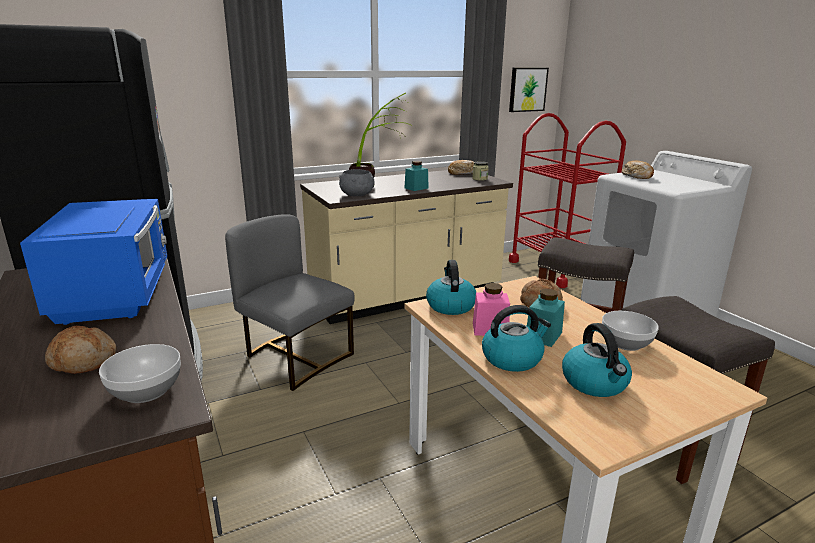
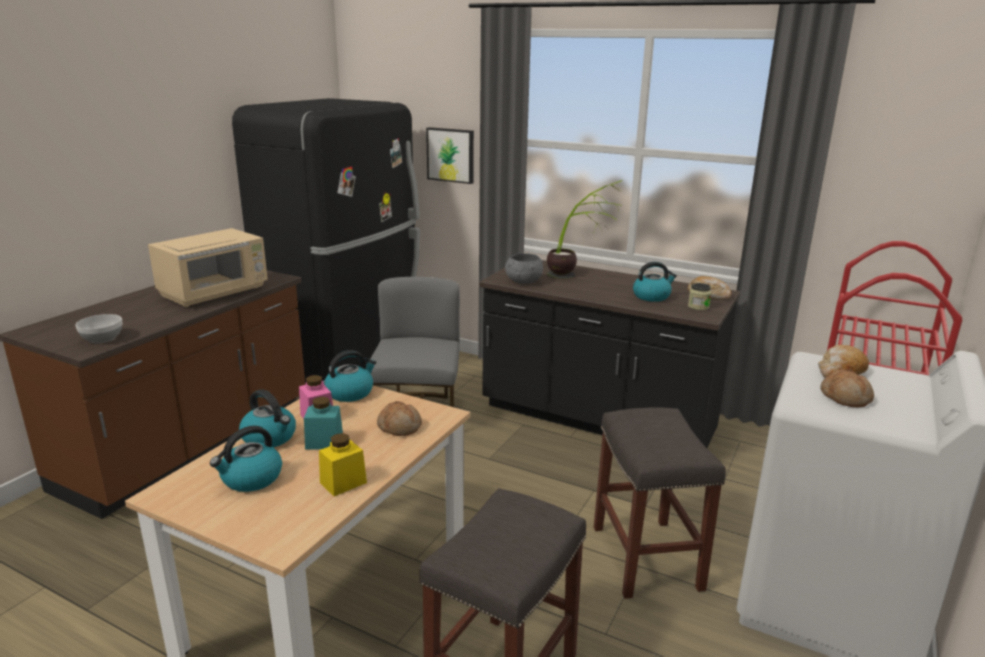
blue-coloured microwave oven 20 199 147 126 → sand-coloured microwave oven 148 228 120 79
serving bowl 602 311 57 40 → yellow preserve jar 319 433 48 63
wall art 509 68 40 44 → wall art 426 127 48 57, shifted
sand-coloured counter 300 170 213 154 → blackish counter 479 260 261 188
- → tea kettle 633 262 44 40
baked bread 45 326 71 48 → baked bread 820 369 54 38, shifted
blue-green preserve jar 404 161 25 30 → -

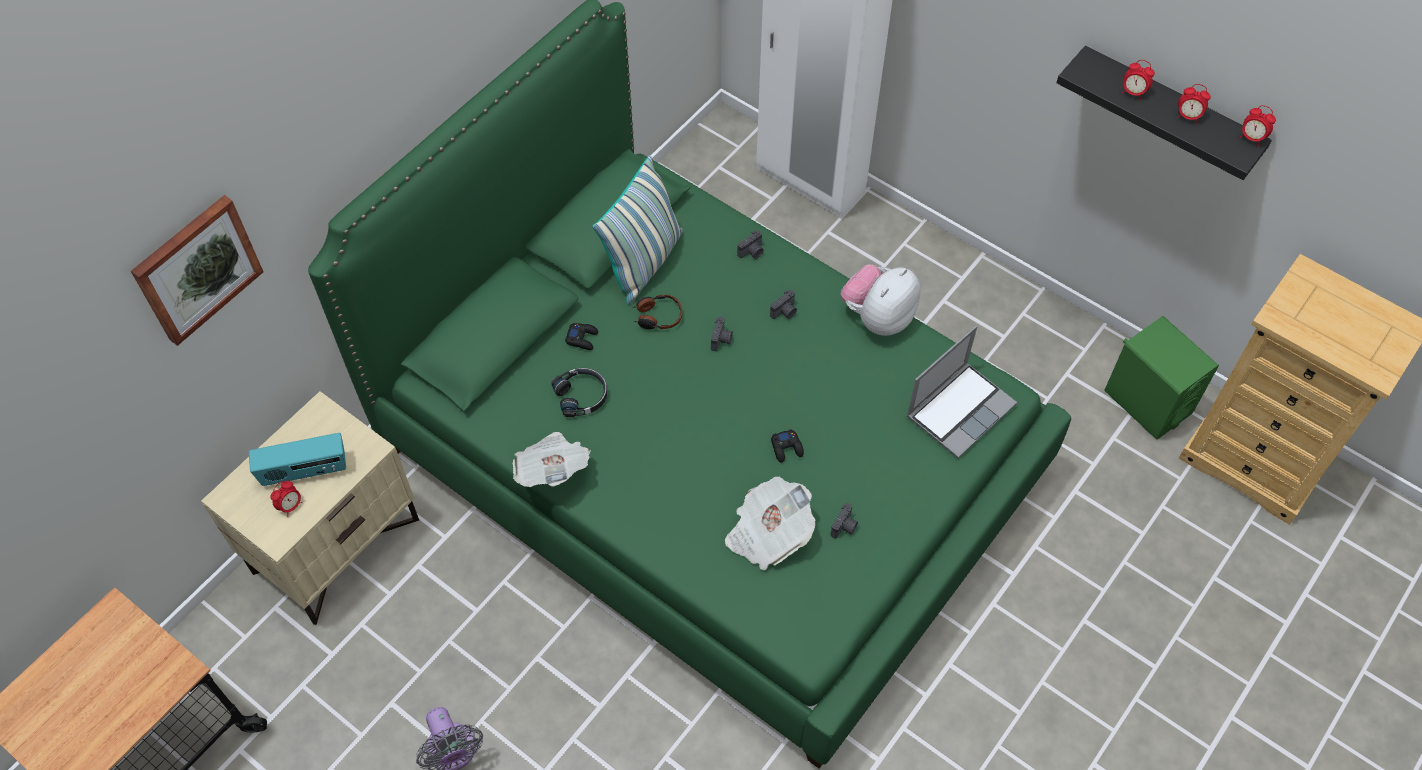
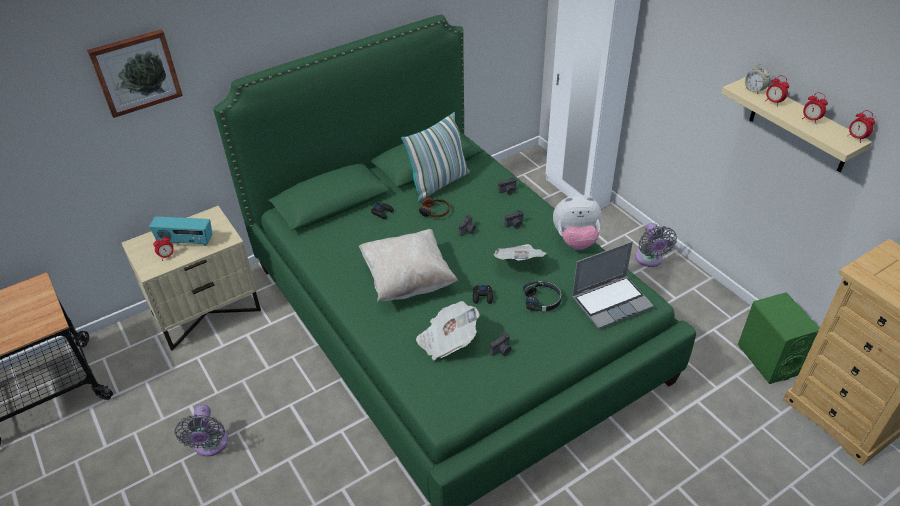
- → sand-coloured throw pillow 359 229 99 73
printed paper 513 432 77 55 → printed paper 494 244 53 17, shifted
blackish headset 551 368 56 49 → blackish headset 523 281 39 30, shifted
soft toy 841 264 79 72 → soft toy 553 195 49 55, 150 degrees counterclockwise
- → grey fan 635 223 42 44
blackish shelf 1057 45 215 135 → sand-coloured shelf 721 77 151 95
- → bedside clock 745 64 25 30

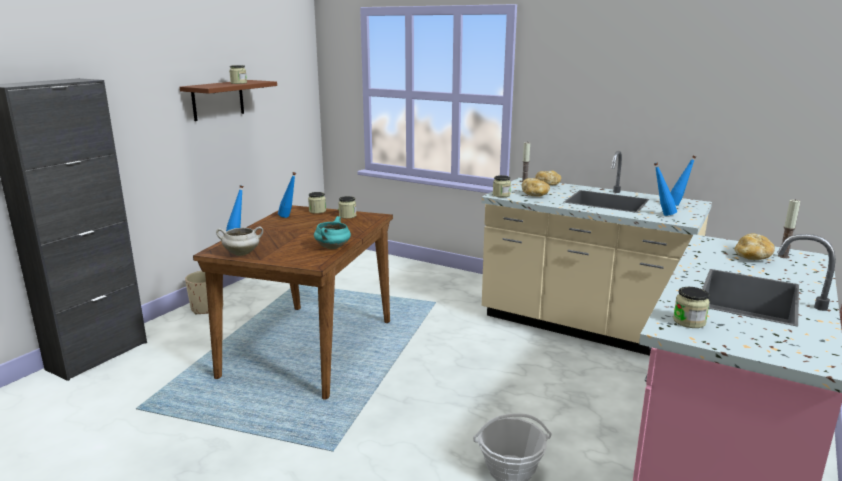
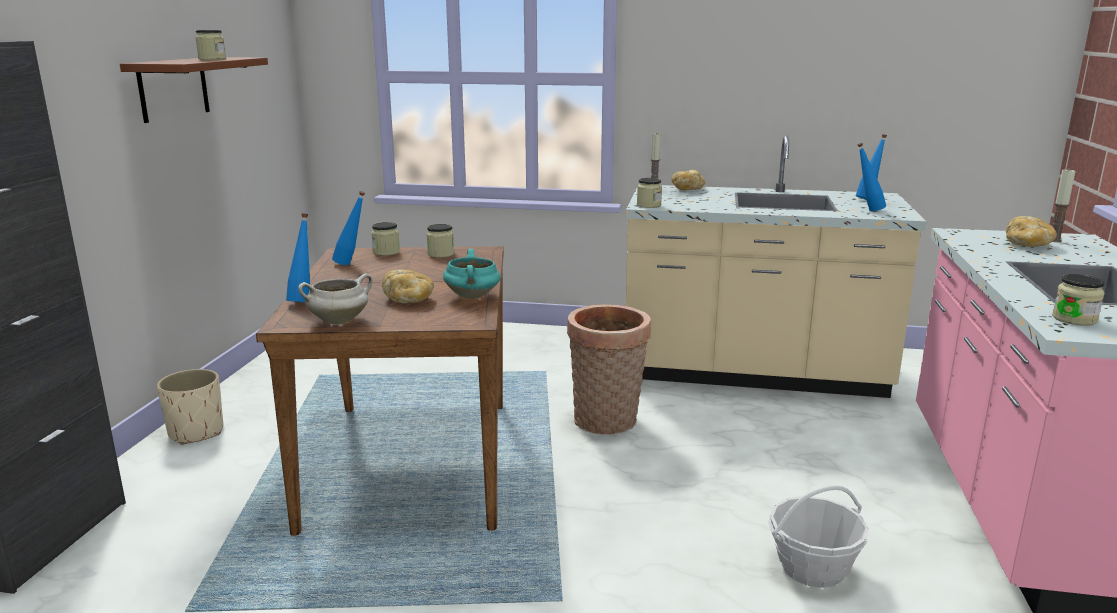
baked bread 522 178 28 18 → baked bread 382 269 52 35, shifted
- → household basket 567 304 84 130

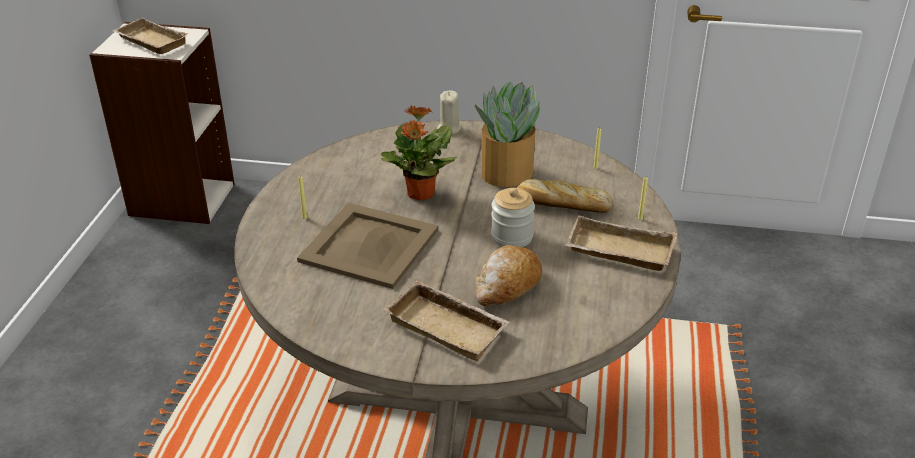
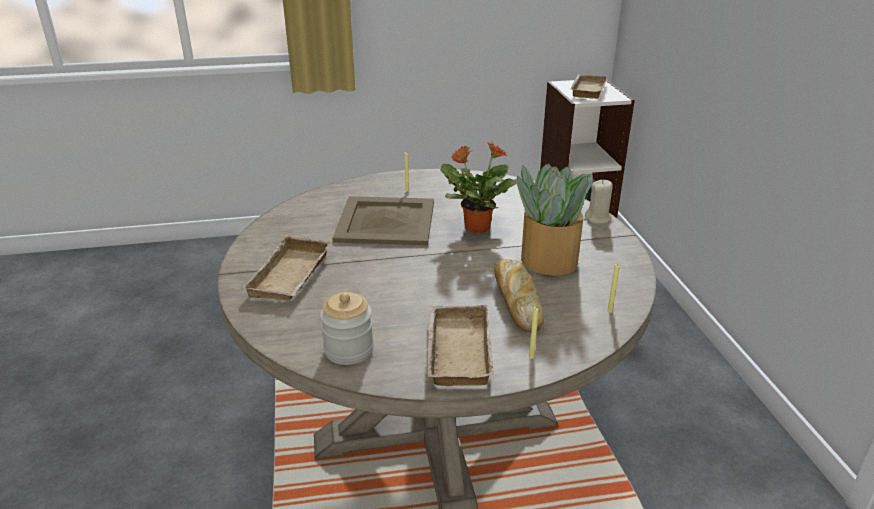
preserve jar 491 188 44 59 → preserve jar 320 292 54 73, shifted
baked bread 476 245 66 61 → -

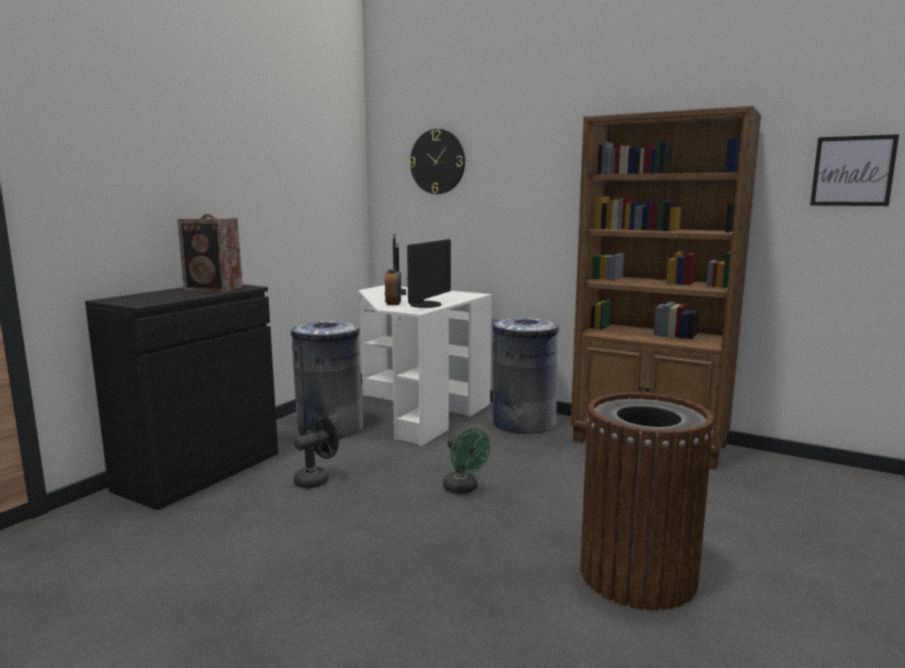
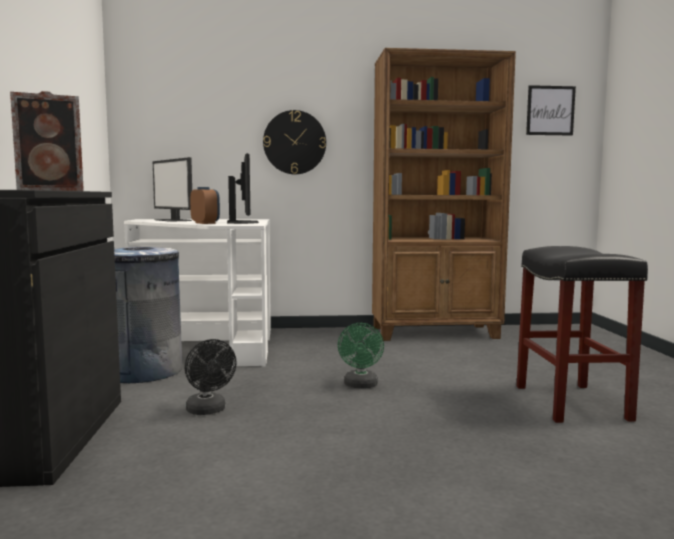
blackish fan 294 415 45 73 → blackish fan 185 339 52 76, 135 degrees clockwise
clock on the wall 409 129 56 65 → clock on the wall 263 110 63 64, shifted
green fan 443 428 47 66 → green fan 338 323 46 65, 75 degrees clockwise
brown waste bin 580 392 134 218 → blackish stool 516 246 132 177
grey waste bin 492 318 67 116 → -

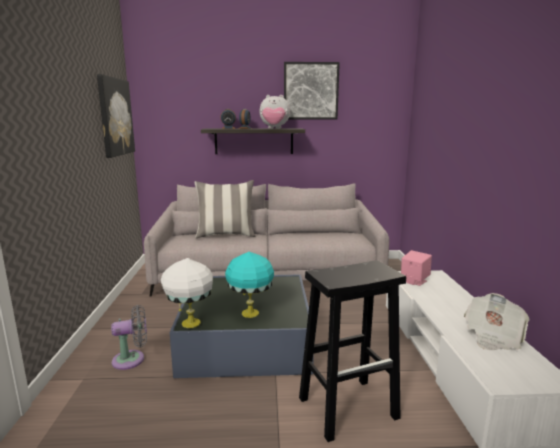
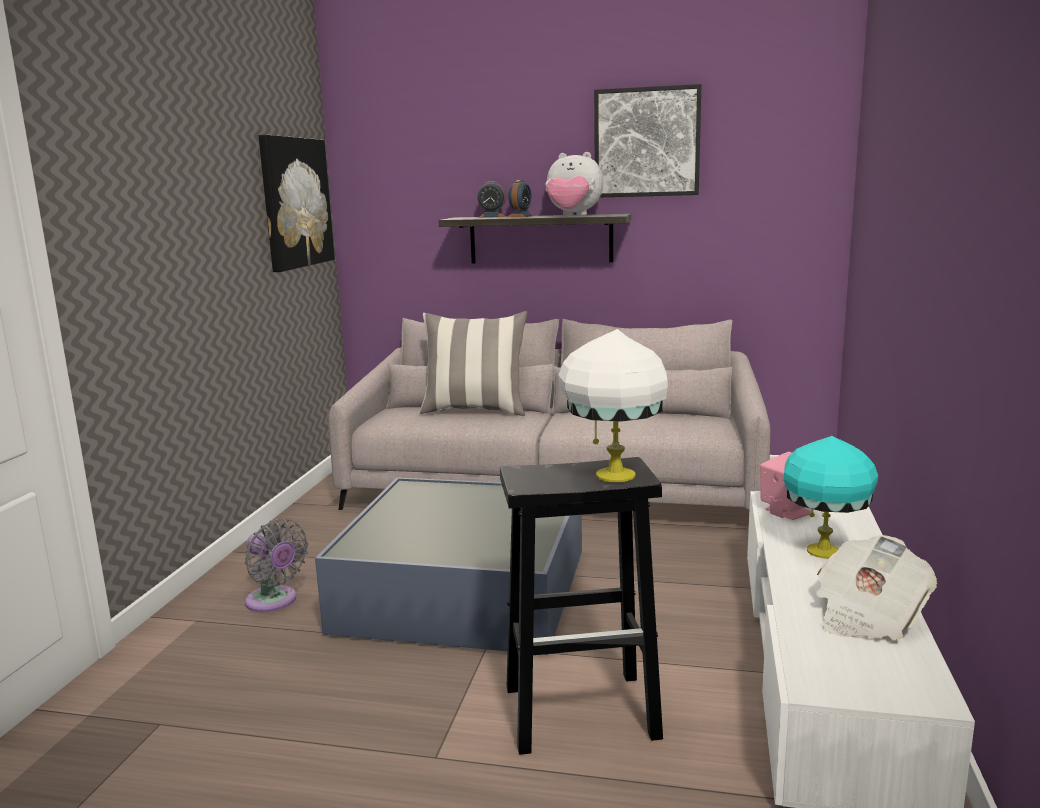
grey fan 111 305 36 65 → grey fan 245 518 63 94, 45 degrees clockwise
white lamp for a table 161 258 52 70 → white lamp for a table 558 329 110 153, shifted
blue-green lamp for a table 225 252 49 66 → blue-green lamp for a table 784 436 94 123, shifted

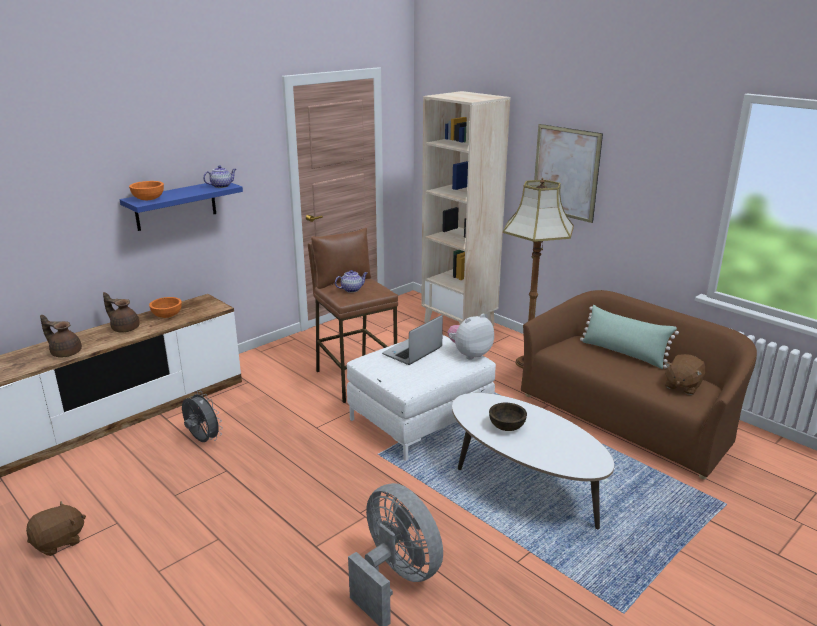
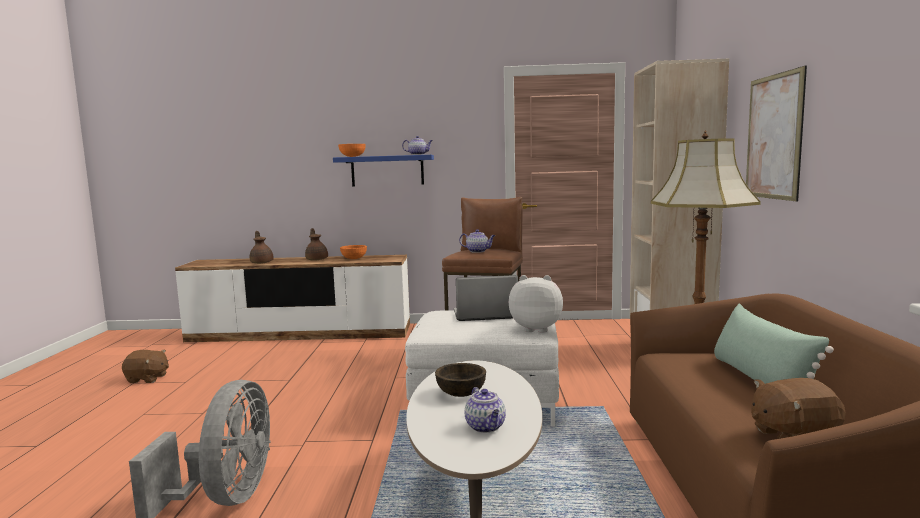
- → tea pot 465 387 41 46
grey fan 182 390 41 52 → -

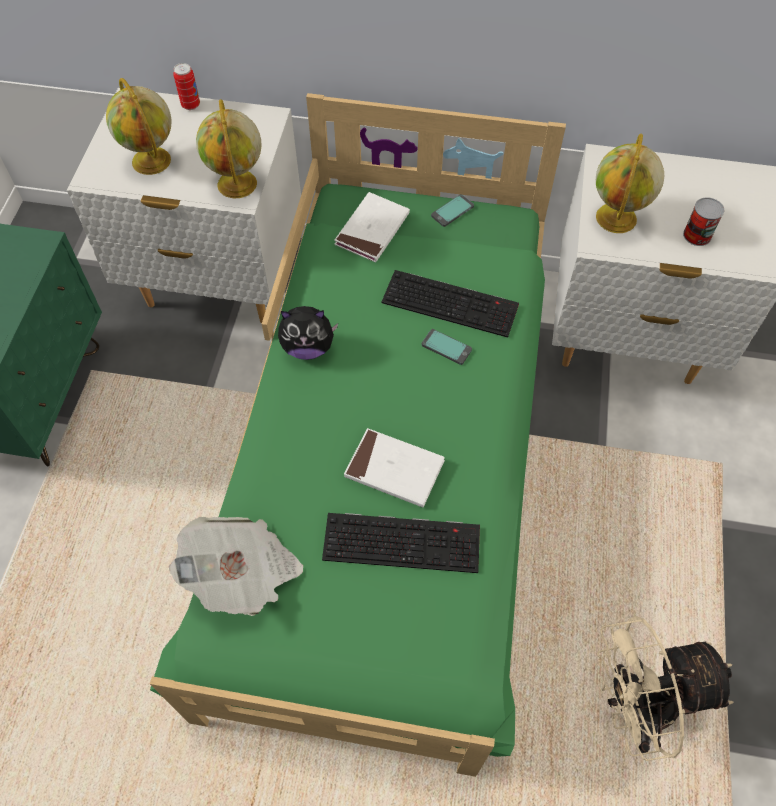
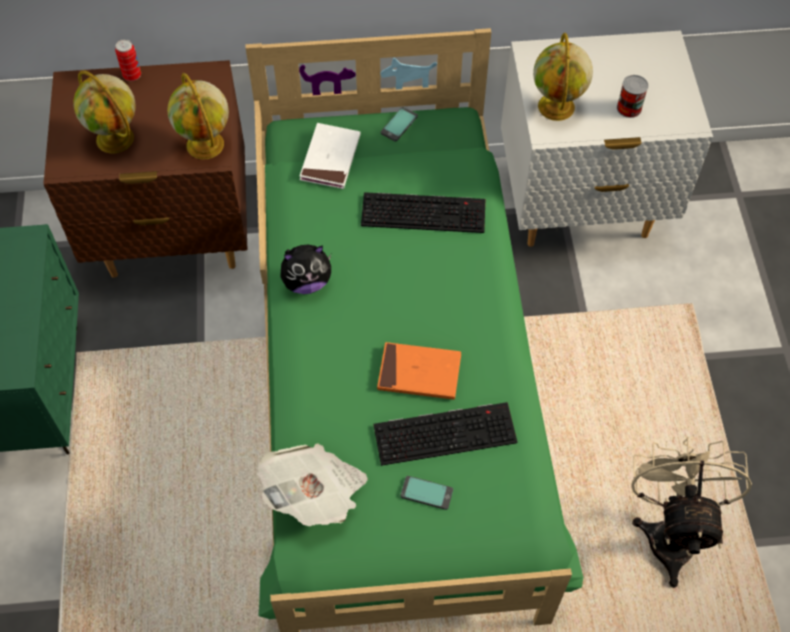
white bedside table 67 88 234 235 → brown bedside table 43 60 204 218
white bound book 344 428 101 79 → orange-coloured bound book 377 342 84 58
telephone 422 329 50 36 → telephone 400 476 53 34, shifted
sand-coloured fan 597 616 136 145 → sand-coloured fan 632 437 120 151, 120 degrees clockwise

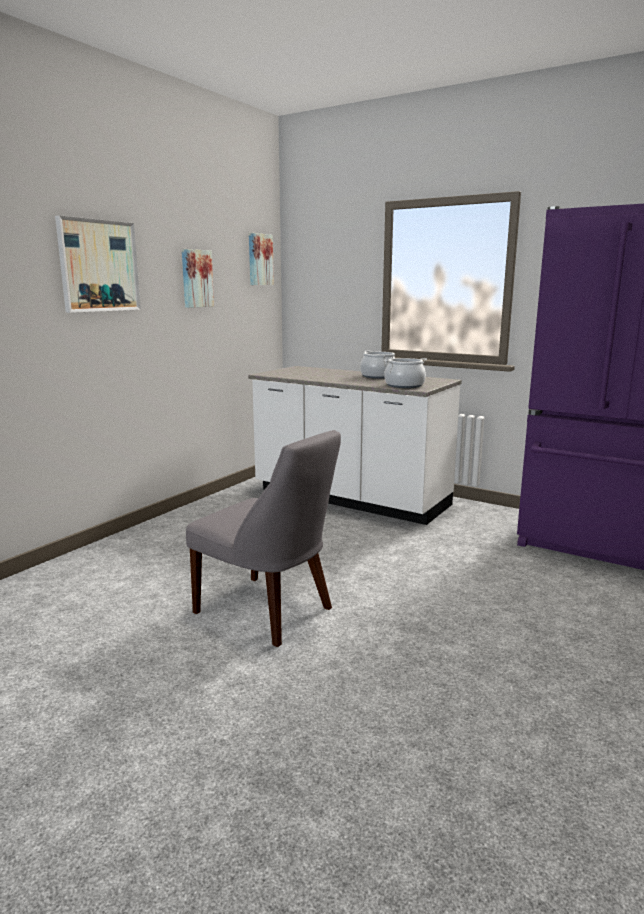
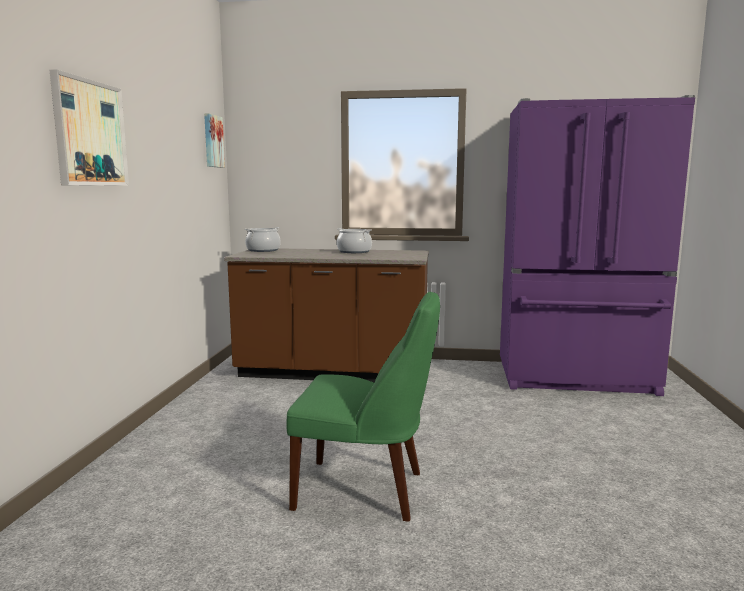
white counter 248 366 214 159 → brown counter 224 249 205 134
stockpot 384 358 43 30 → stockpot 245 227 36 25, shifted
grey chair 186 430 155 217 → green chair 287 292 153 230
wall art 182 249 32 59 → -

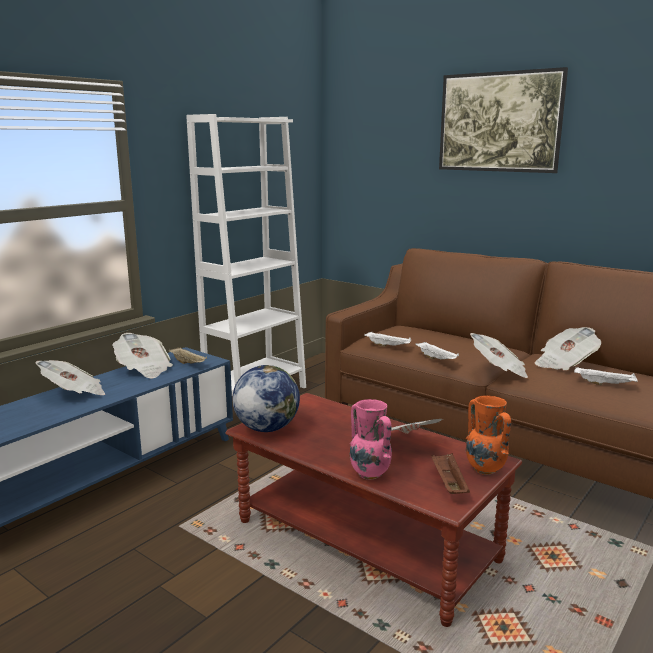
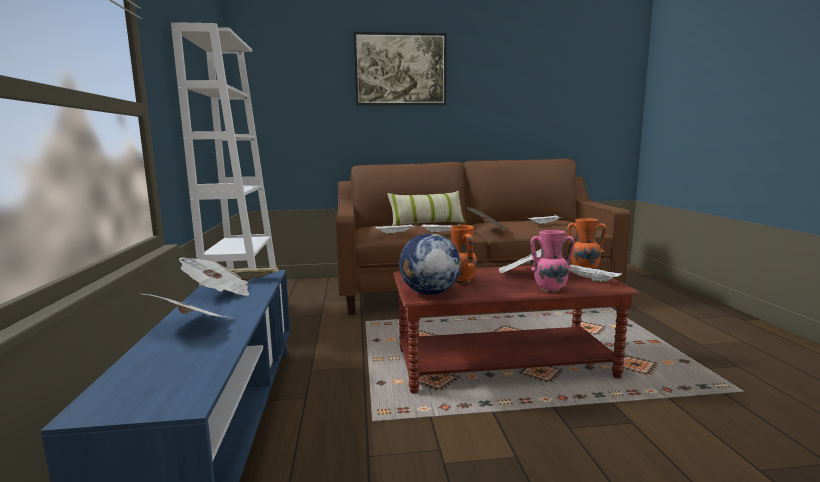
- → throw pillow 387 191 79 35
- → orange-coloured decorative vase 451 225 26 59
brown serving tray 431 453 39 41 → white serving tray 569 265 53 17
printed paper 535 327 66 43 → -

